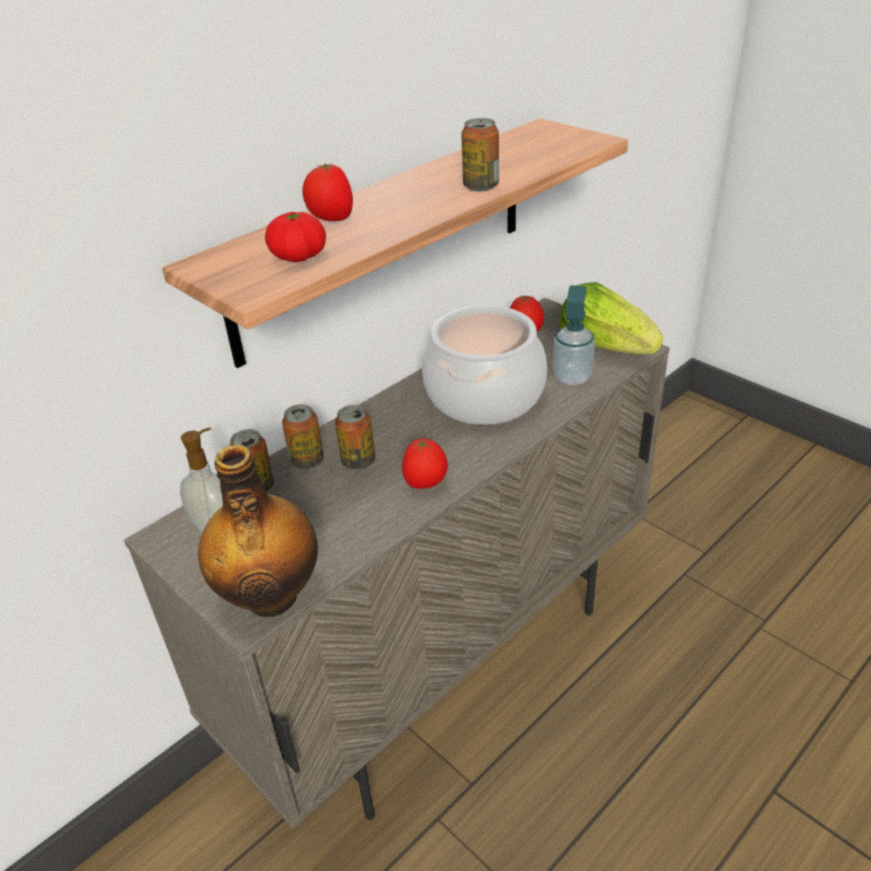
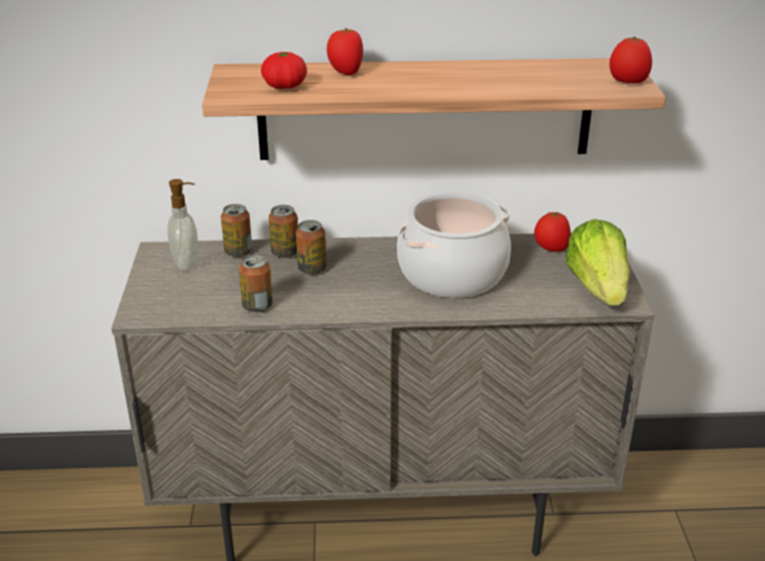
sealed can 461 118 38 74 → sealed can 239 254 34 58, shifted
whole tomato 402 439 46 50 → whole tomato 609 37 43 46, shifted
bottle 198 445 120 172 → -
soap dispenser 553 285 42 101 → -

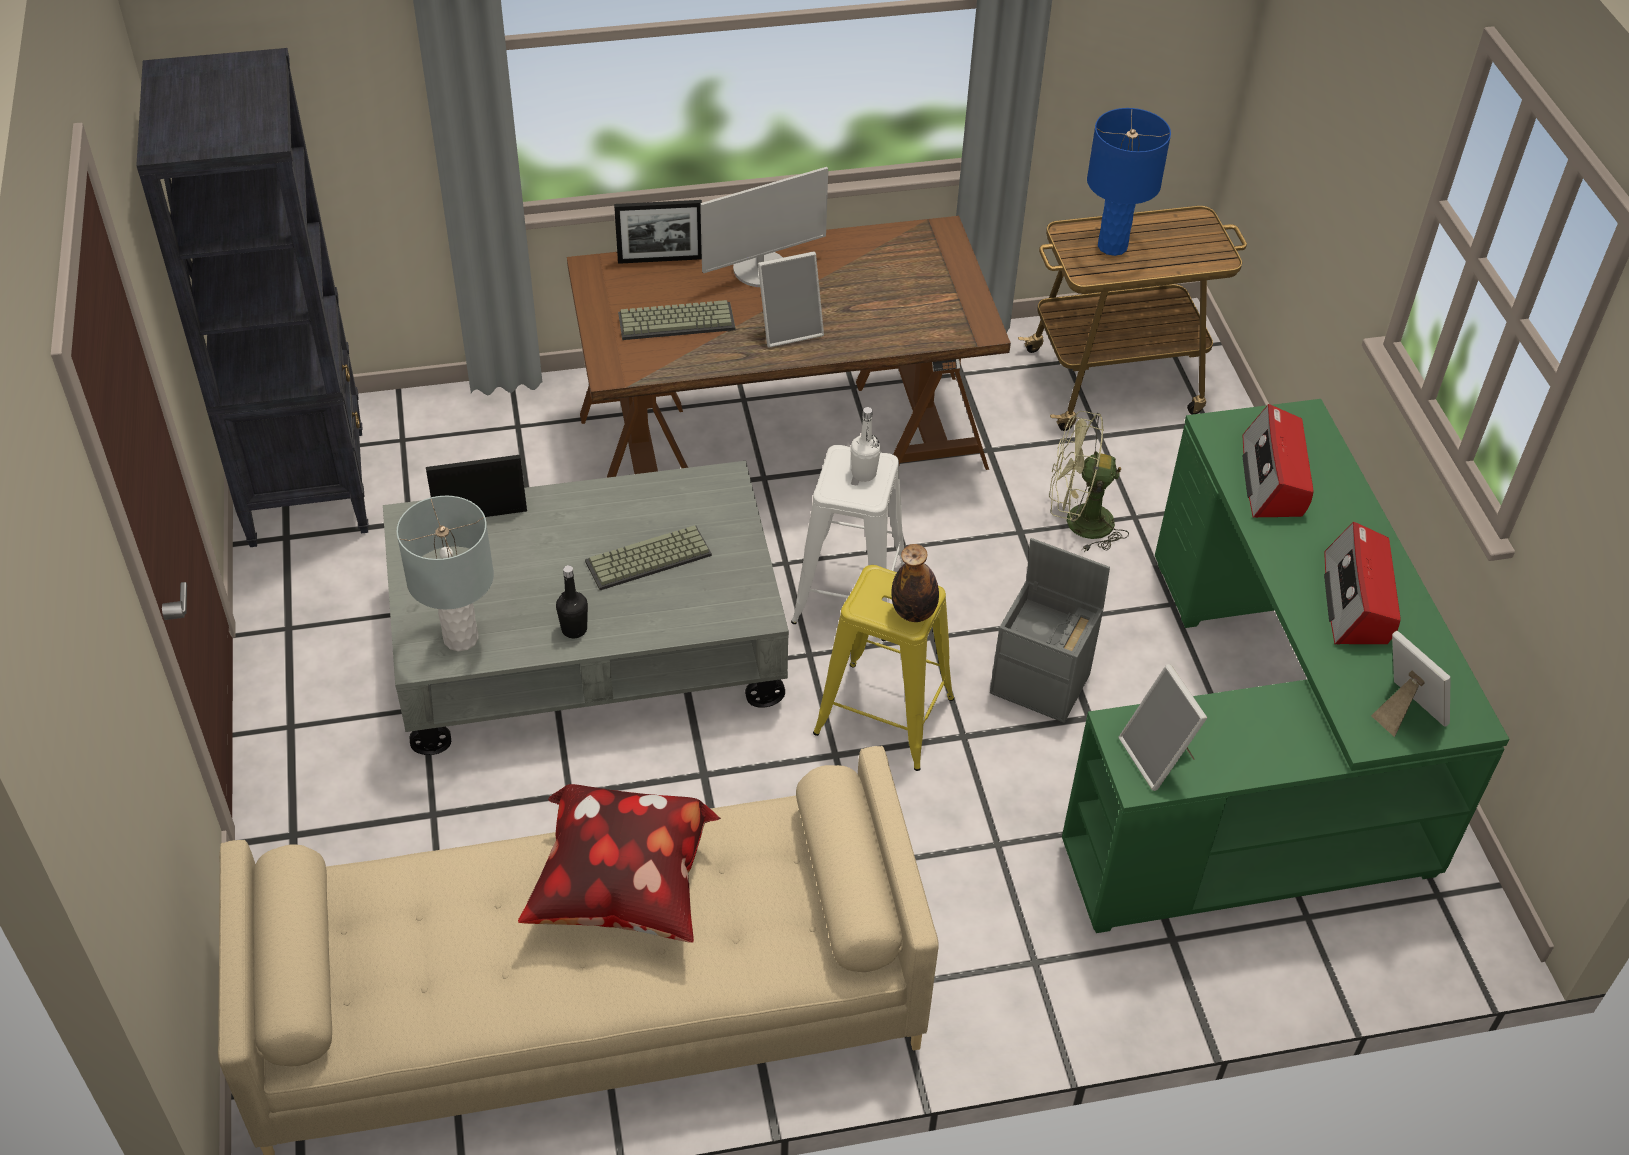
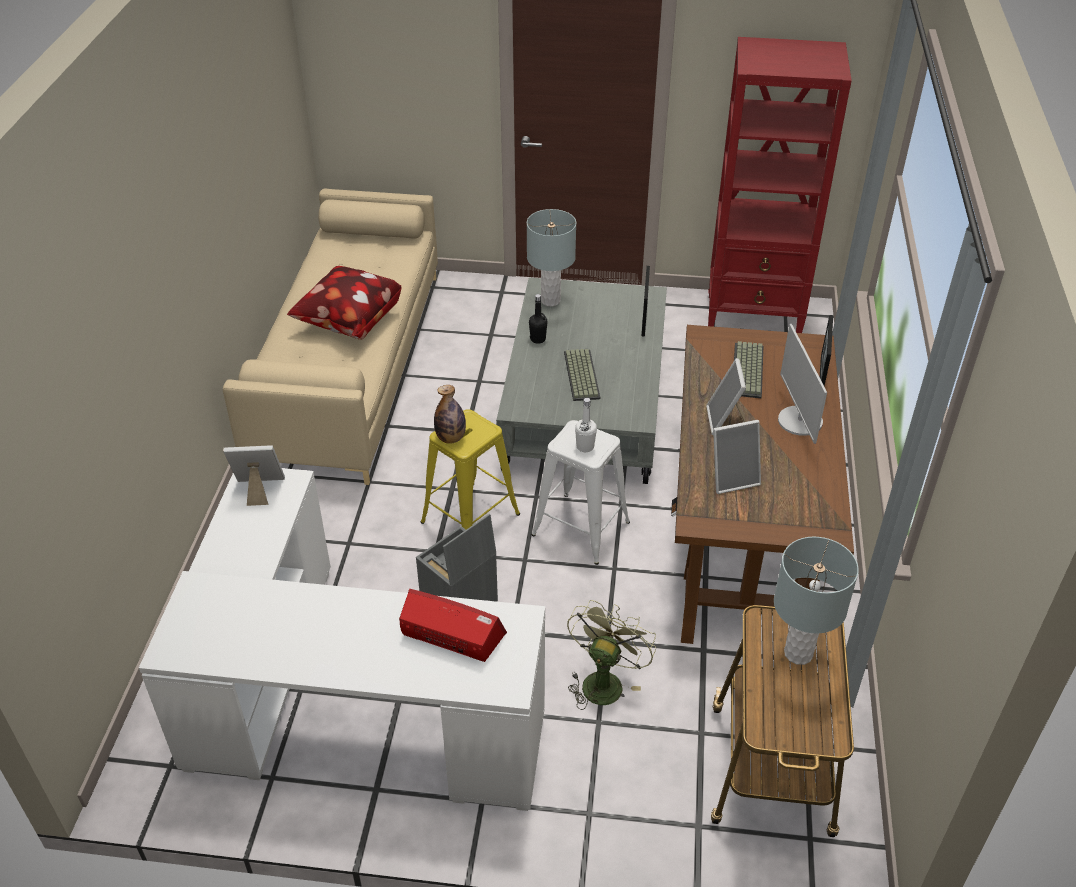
green desk unit 1062 399 447 534 → white desk unit 139 468 406 343
blackish shelving unit 136 48 233 499 → red-coloured shelving unit 708 37 144 296
standing frame 1371 631 80 106 → standing frame 713 420 48 74, shifted
blue-coloured lamp for a table 1087 108 84 148 → grey lamp for a table 774 537 85 128
radio set 1324 522 77 122 → -

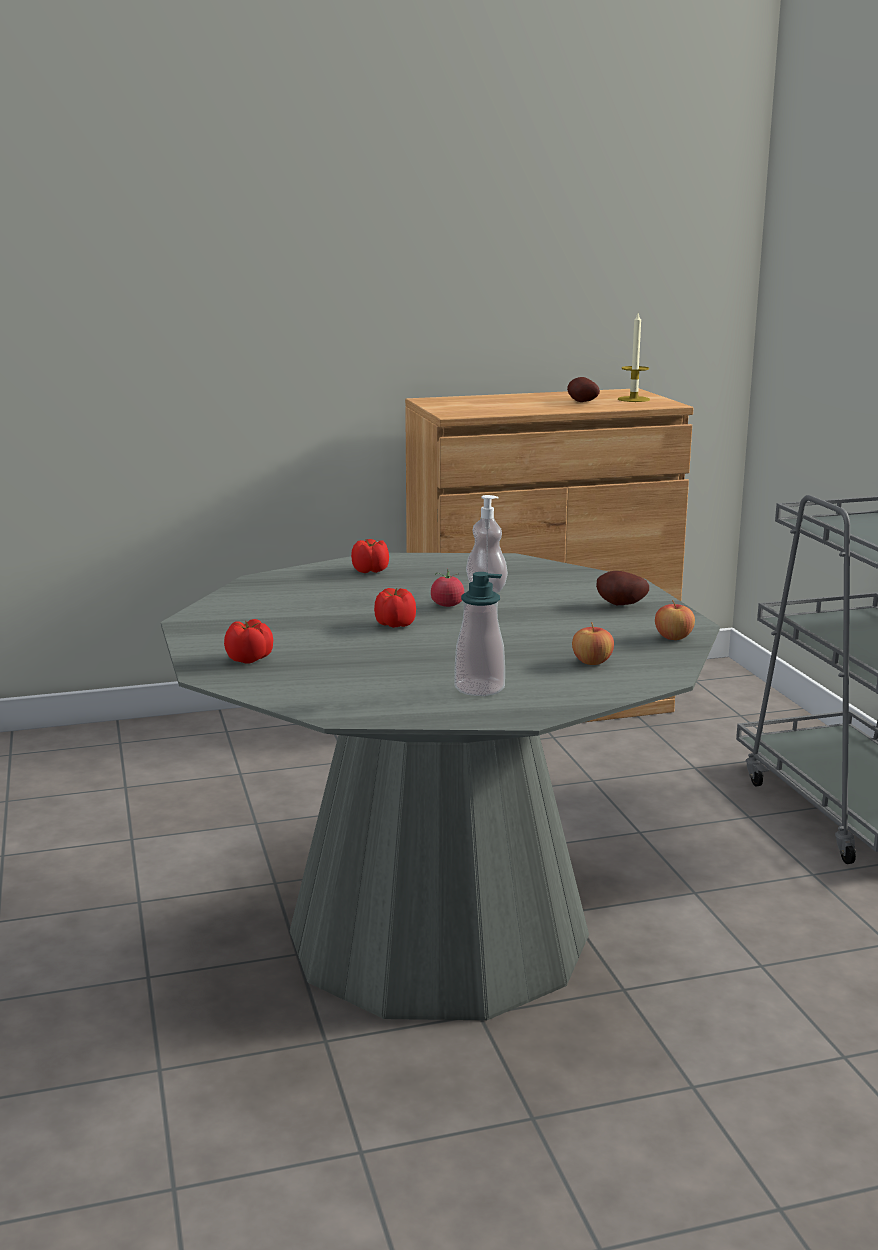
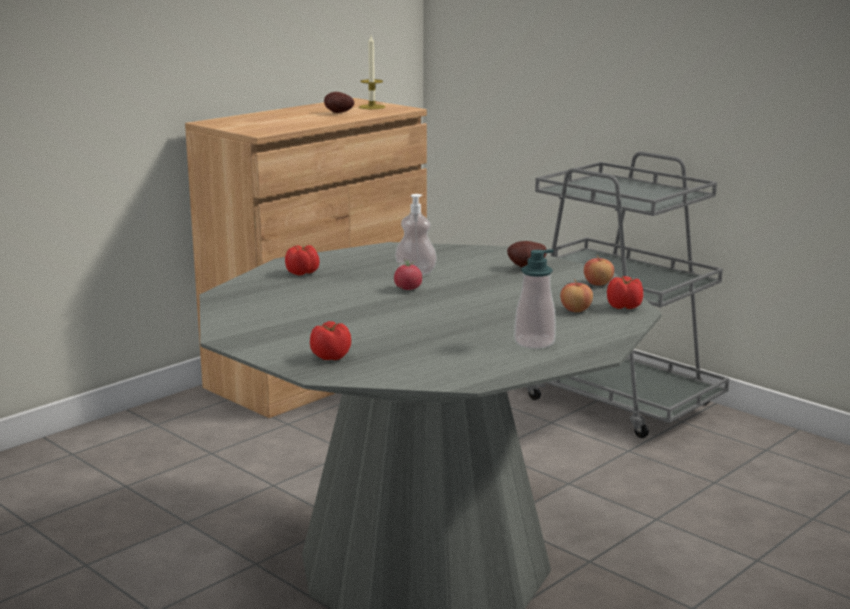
whole tomato 374 588 42 40 → whole tomato 607 276 36 33, shifted

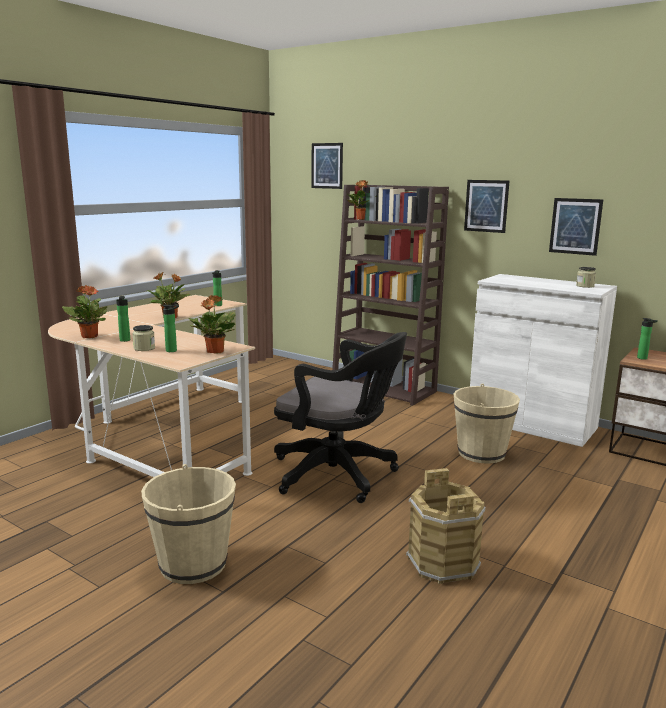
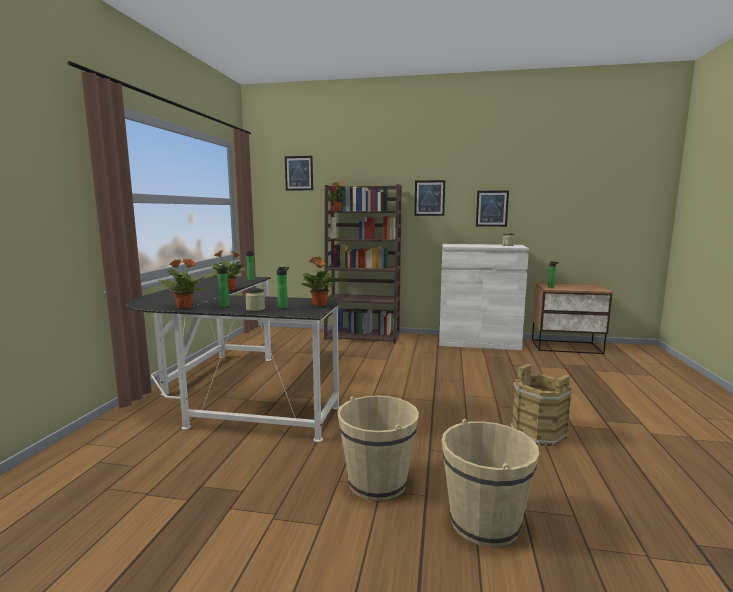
sand-coloured desk unit 48 295 207 182 → blackish desk unit 126 276 217 166
sand-coloured bucket 454 383 66 81 → sand-coloured bucket 442 419 98 128, shifted
blackish desk chair 274 332 133 171 → -

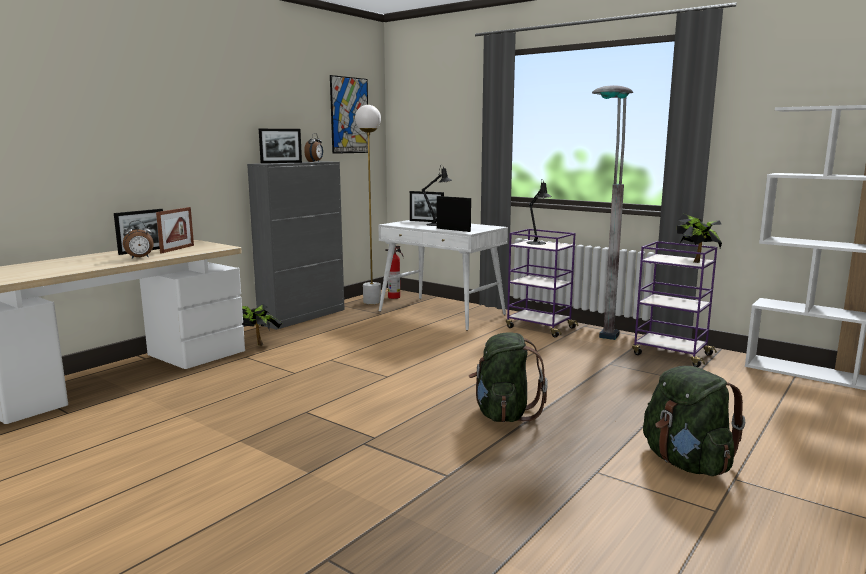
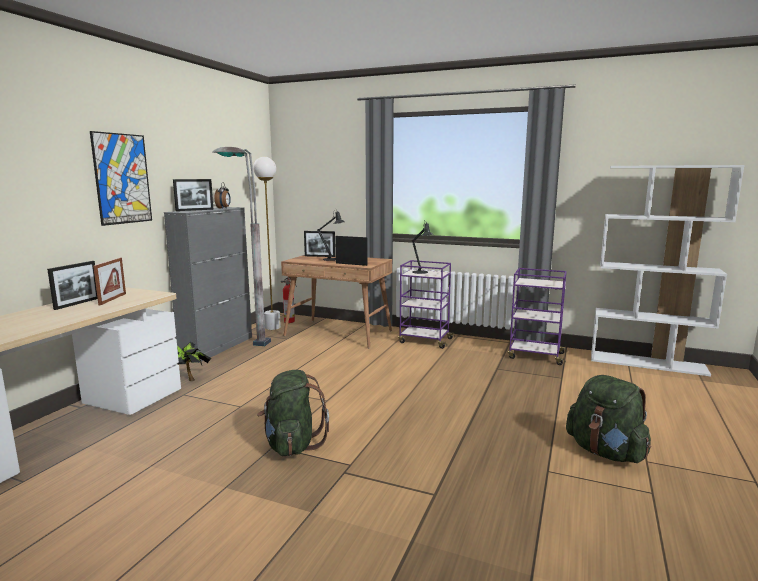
wall art 330 75 38 79 → wall art 90 131 62 95, shifted
grey standing lamp 592 85 41 255 → grey standing lamp 212 147 59 199, shifted
green backpack 469 332 79 90 → green backpack 257 370 72 86, shifted
white desk unit 378 220 130 111 → brown desk unit 281 255 111 93
bedside clock 123 220 31 39 → -
potted plant 677 214 45 49 → -

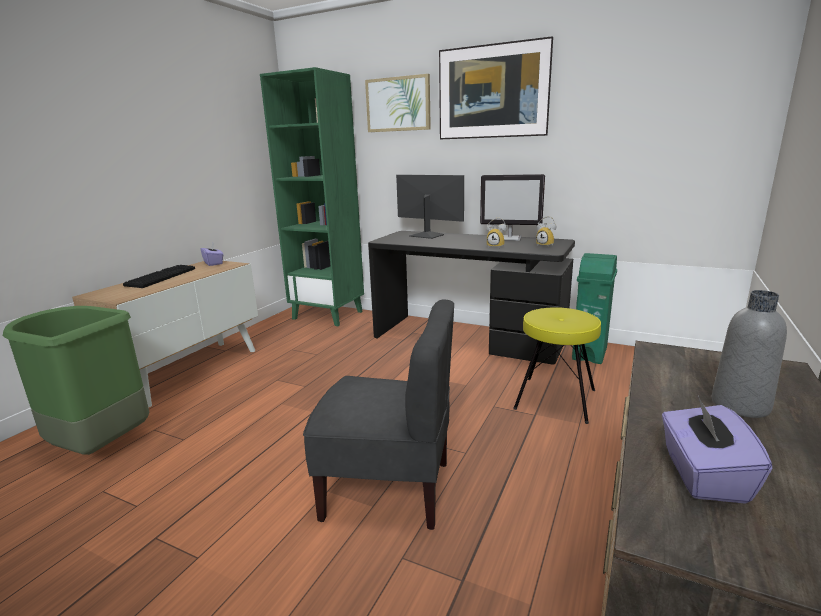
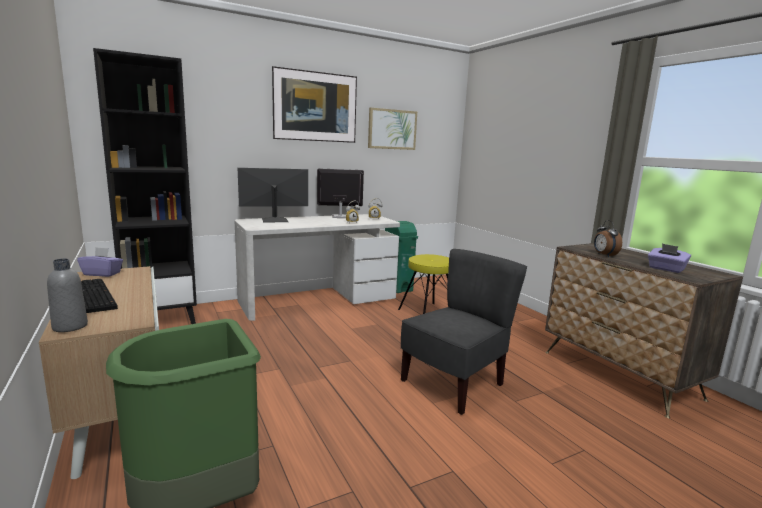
grey bottle 712 290 75 128 → grey bottle 47 259 41 73, shifted
green shelving unit 260 67 104 259 → blackish shelving unit 93 48 104 276
blackish desk unit 368 231 207 134 → white desk unit 234 214 166 107
monitor 480 174 65 67 → monitor 317 168 47 50, 150 degrees counterclockwise
wall art 365 74 66 58 → wall art 368 108 49 42, shifted
- → bedside clock 594 220 28 37

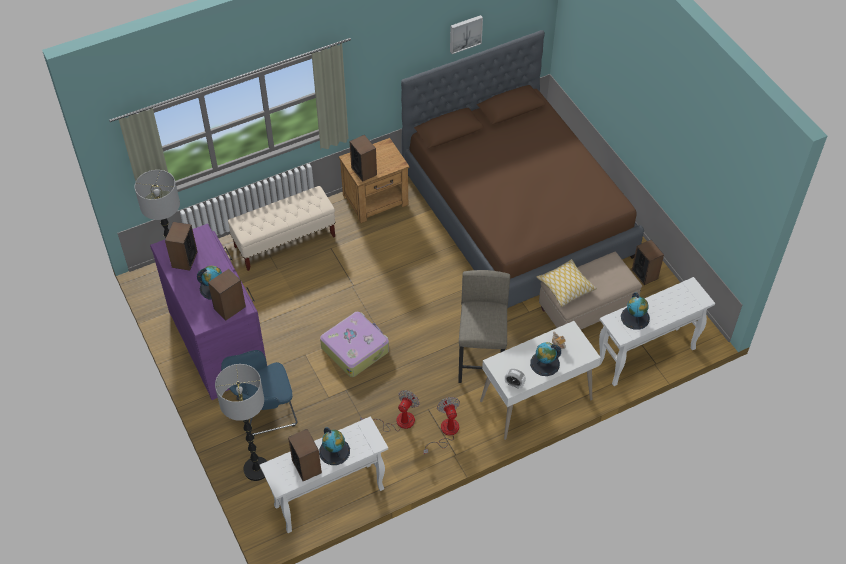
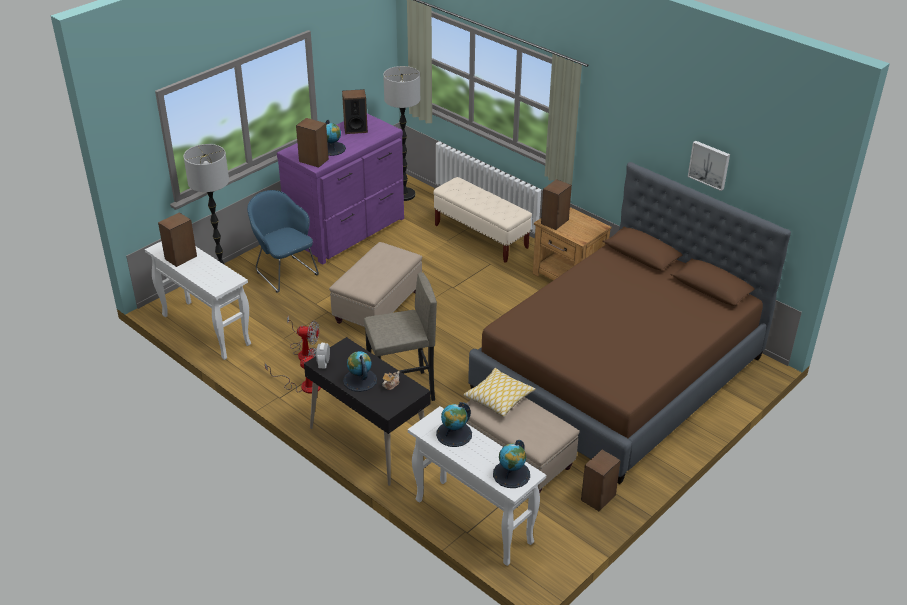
white desk unit 480 321 121 119 → blackish desk unit 304 337 126 149
piece of luggage 320 312 69 65 → sand-coloured footrest 329 242 93 85
globe 319 427 31 38 → globe 493 440 37 48, shifted

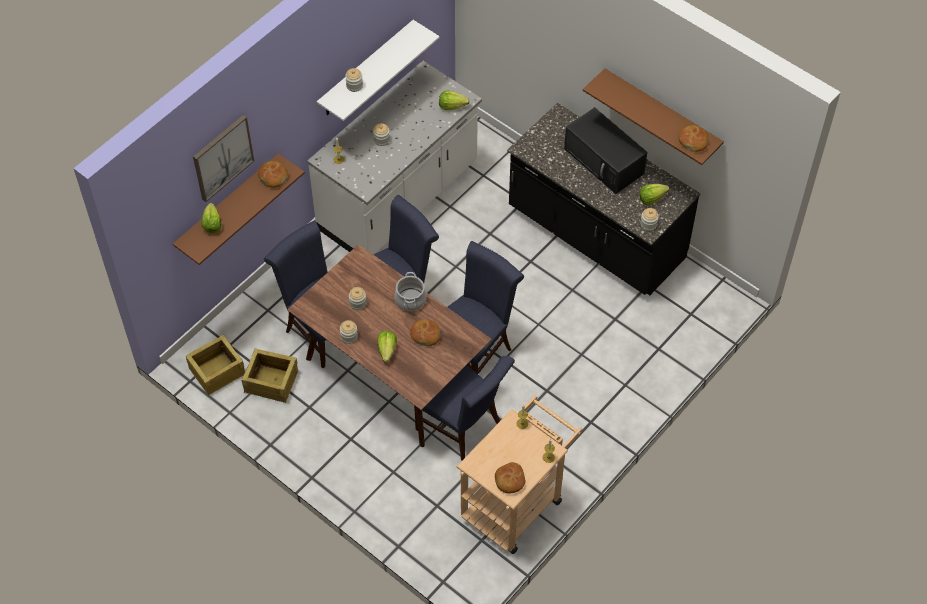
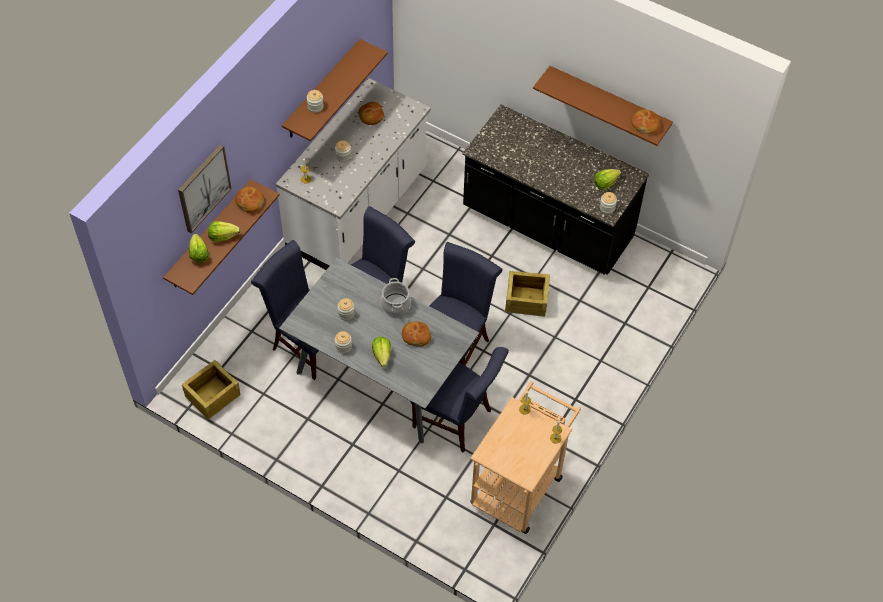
lettuce 439 90 31 20 → lettuce 208 221 32 21, shifted
brown kitchen table 287 244 205 203 → grey kitchen table 279 258 200 185
white shelf 317 20 123 101 → brown shelf 282 39 106 102
baked bread 495 462 30 32 → baked bread 358 102 26 23, shifted
shipping crate 241 348 57 55 → shipping crate 505 271 45 46, shifted
blackish microwave oven 564 107 83 87 → -

